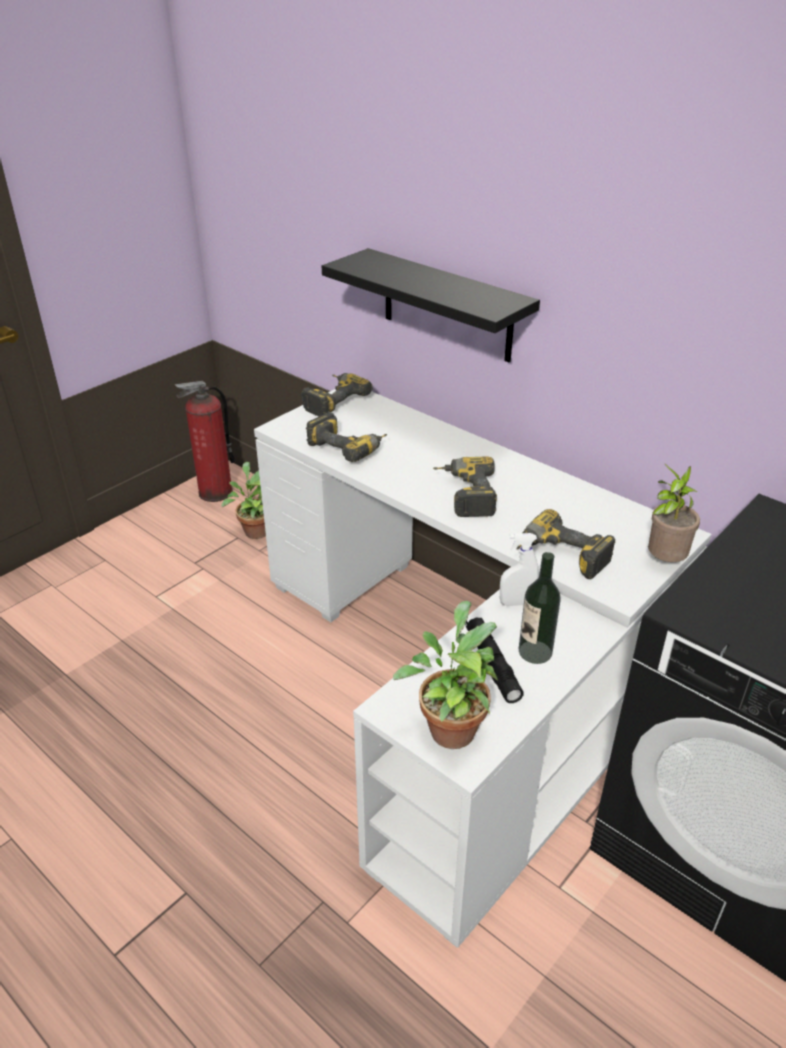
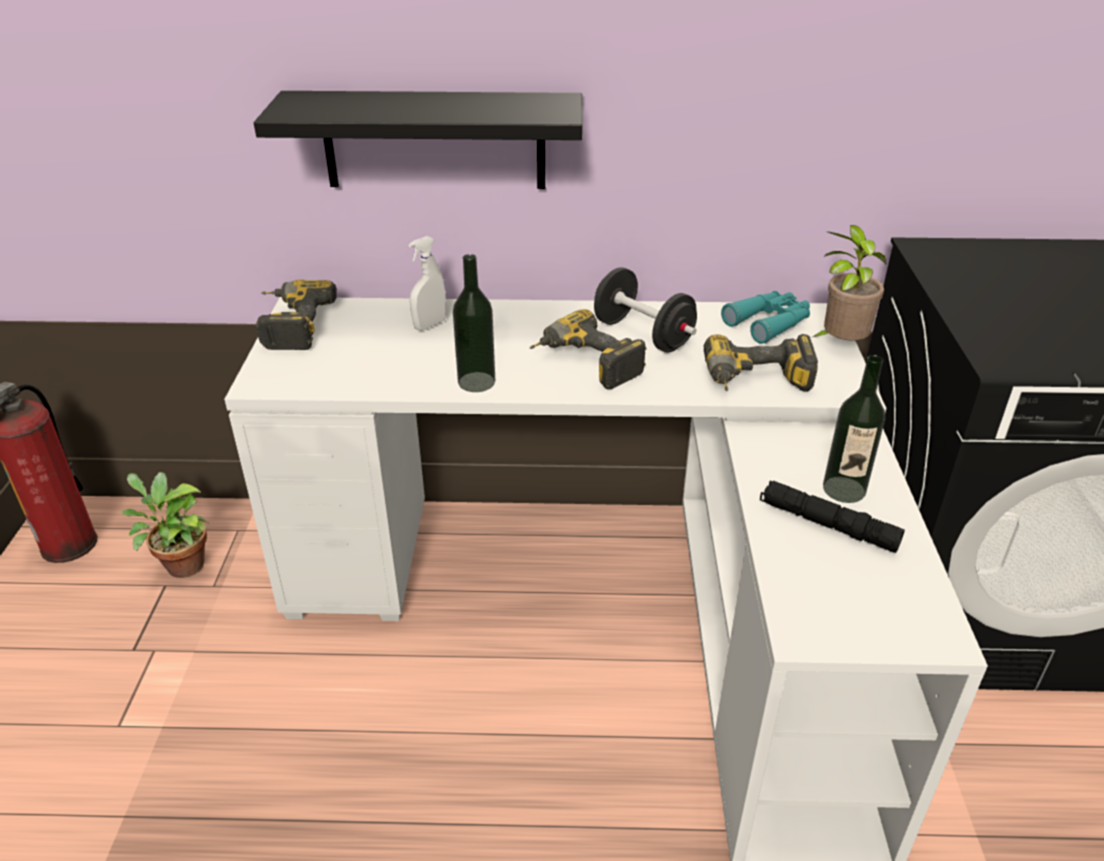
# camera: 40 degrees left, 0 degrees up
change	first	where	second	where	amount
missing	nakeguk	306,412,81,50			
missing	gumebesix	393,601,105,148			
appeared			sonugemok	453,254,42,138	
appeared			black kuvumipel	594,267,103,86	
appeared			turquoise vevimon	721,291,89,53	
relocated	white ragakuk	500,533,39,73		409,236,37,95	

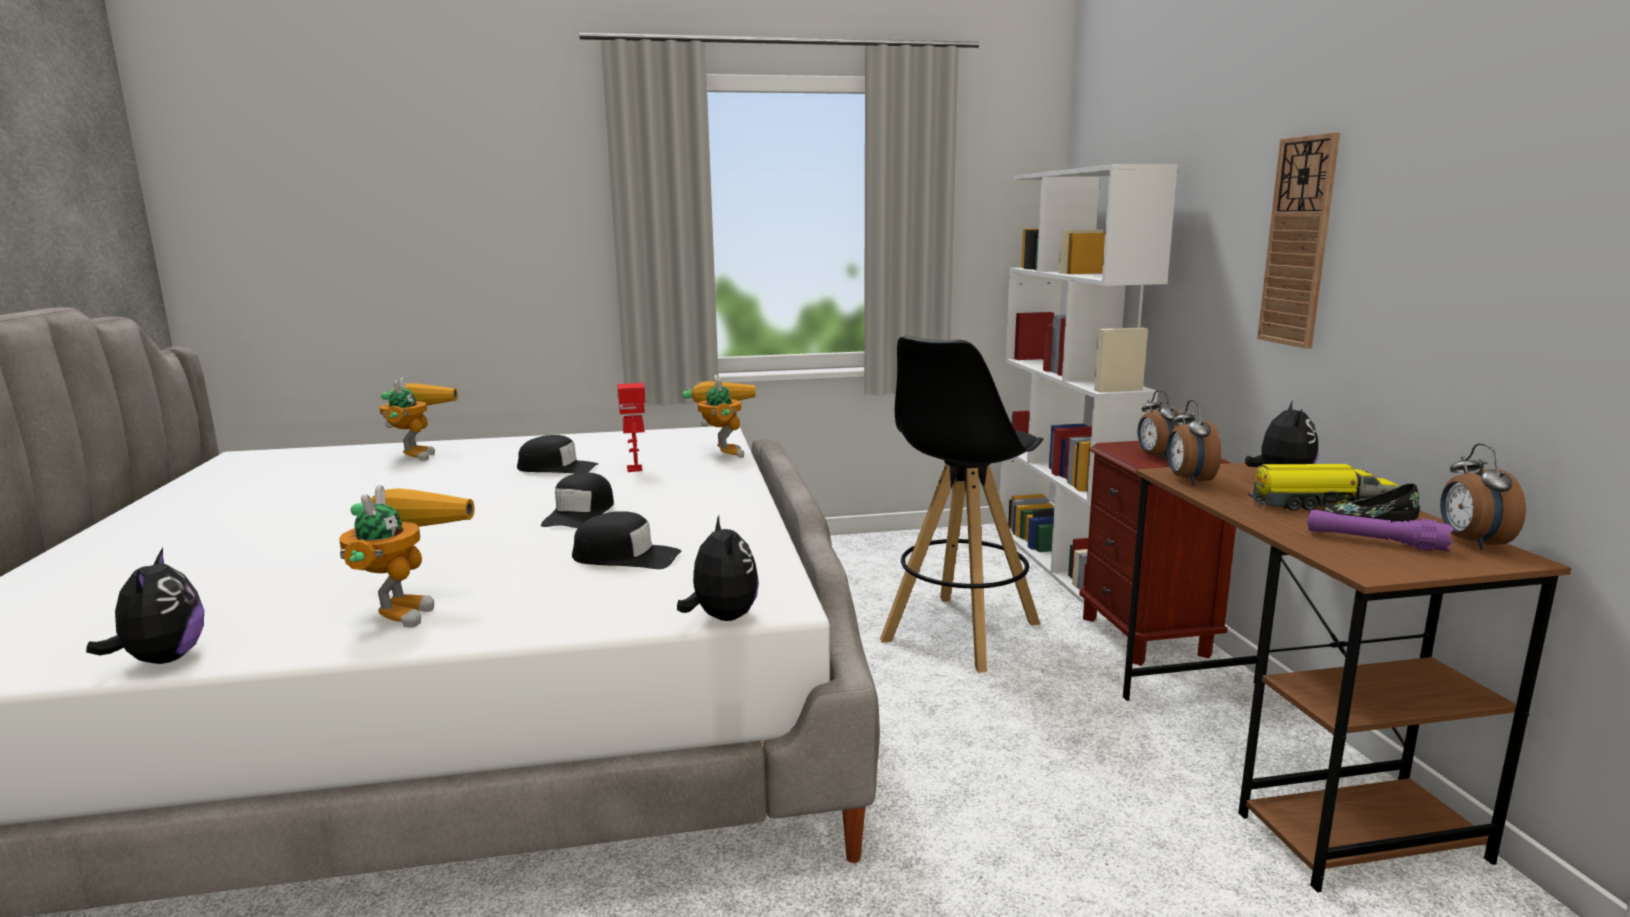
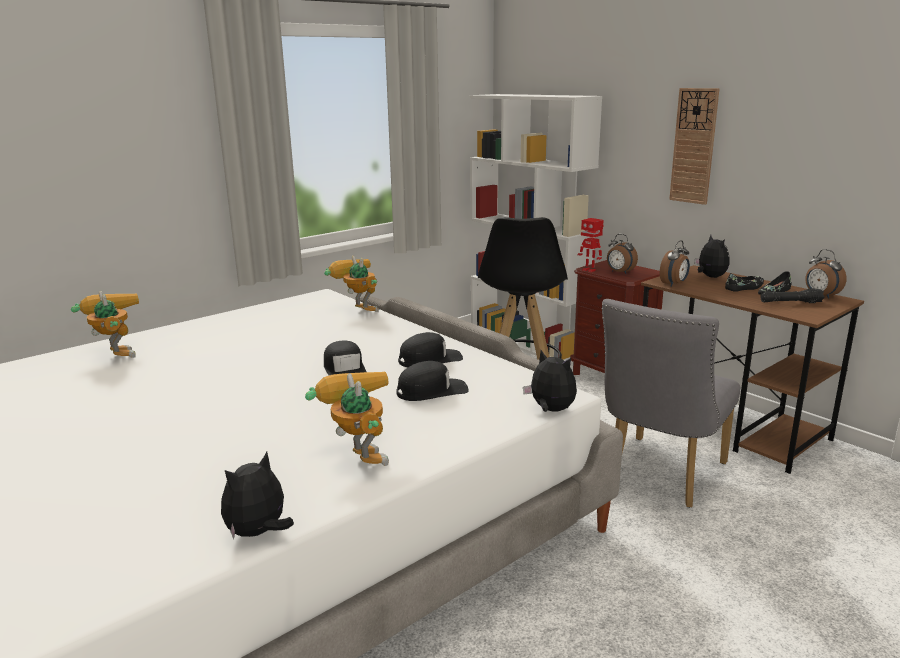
# camera: 30 degrees left, 5 degrees up
change	first	where	second	where	amount
appeared			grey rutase	602,299,139,209	
relocated	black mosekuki	517,435,81,39		398,332,65,35	
relocated	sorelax	617,383,28,89		578,218,26,54	
exchanged	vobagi	1248,464,152,47	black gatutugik	725,273,39,19	
colour	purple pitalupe	1307,510,147,41	black pitalupe	761,288,64,15	
spun	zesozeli	86,548,118,116		221,452,73,87	90 degrees counterclockwise
spun	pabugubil	1167,400,54,85		660,240,30,47	105 degrees counterclockwise

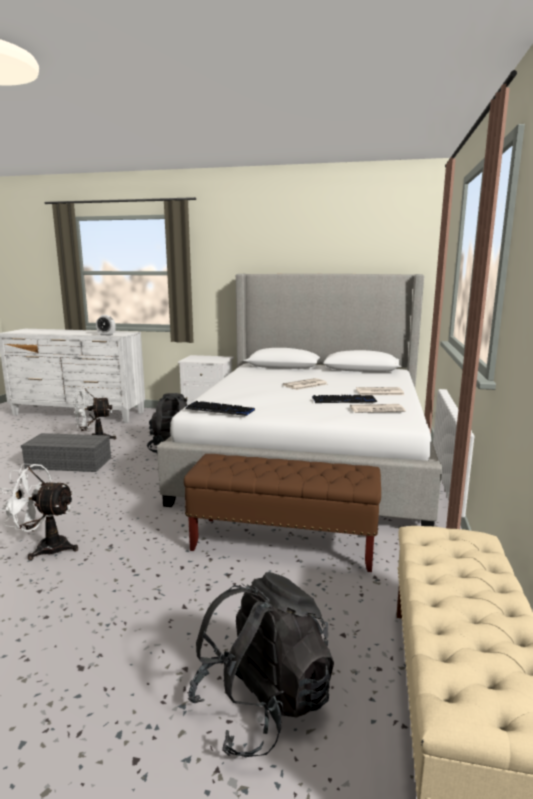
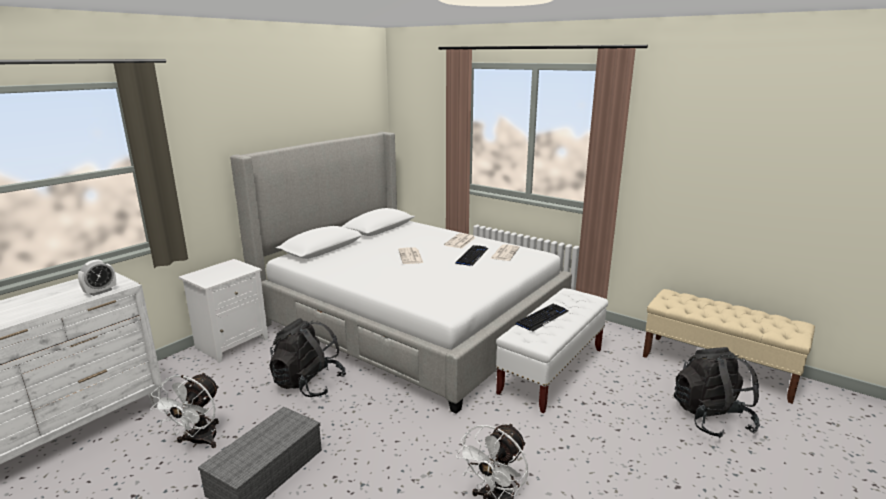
# camera: 65 degrees left, 5 degrees up
change	first	where	second	where	amount
relocated	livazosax	185,401,70,15		515,304,53,28	
colour	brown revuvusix	184,454,197,118	white revuvusix	496,288,112,125	

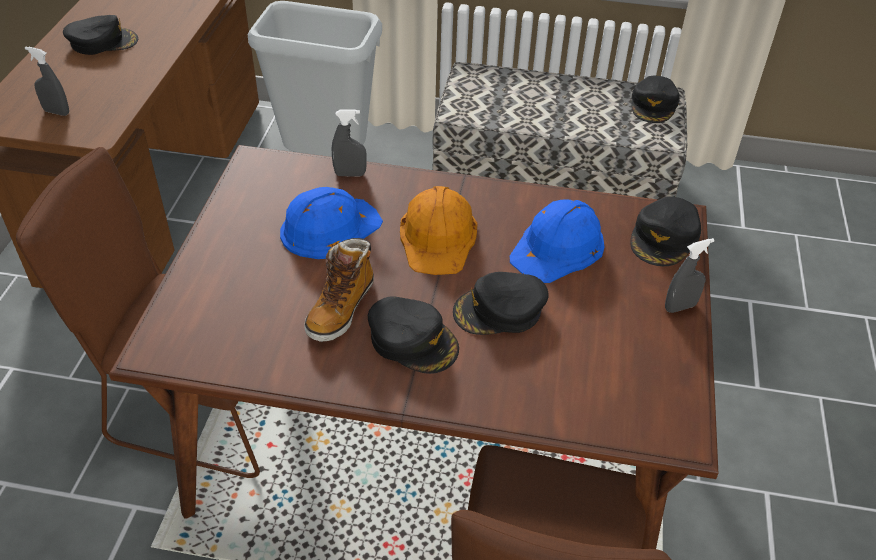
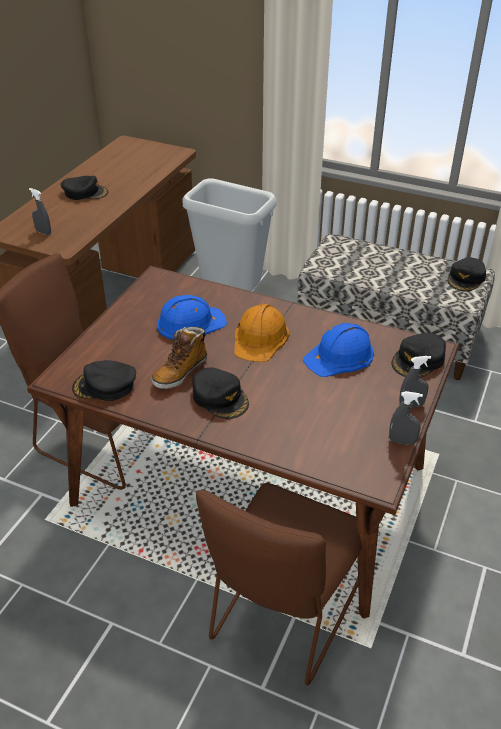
# camera: 15 degrees right, 5 degrees down
change	first	where	second	where	amount
relocated	grey ragakuk	332,109,35,68		389,391,34,54	
relocated	black mosekuki	453,272,96,63		72,360,64,41	

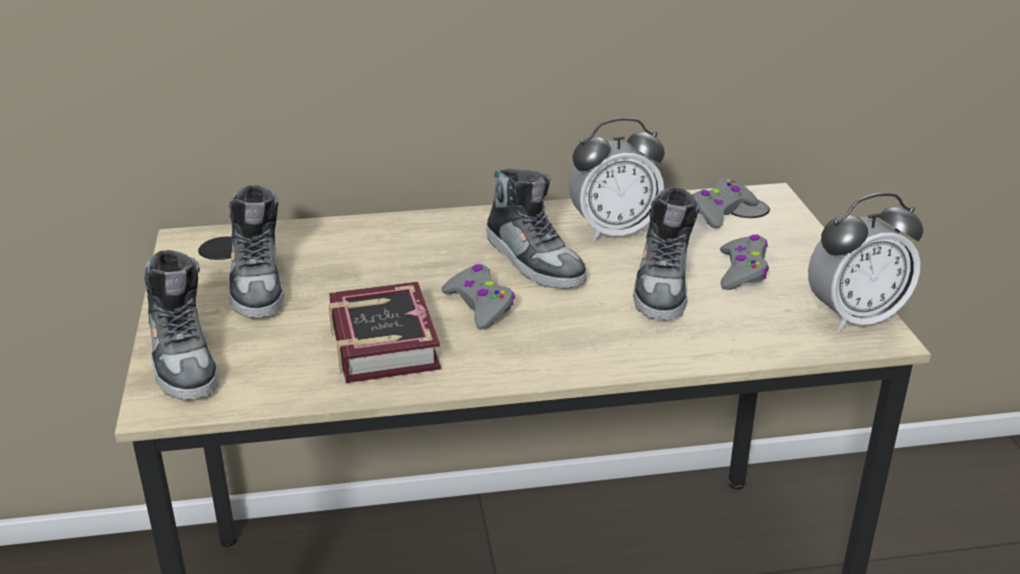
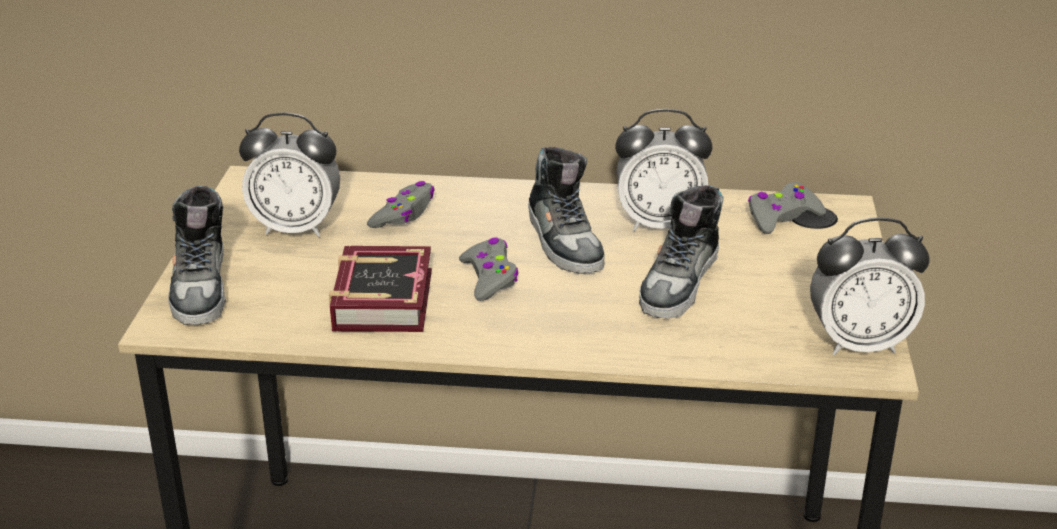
# camera: 15 degrees right, 0 degrees up
change	first	where	second	where	amount
relocated	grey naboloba	720,234,49,56		367,181,67,47	
exchanged	gatutugik	229,185,56,133	pabugubil	239,112,101,125	

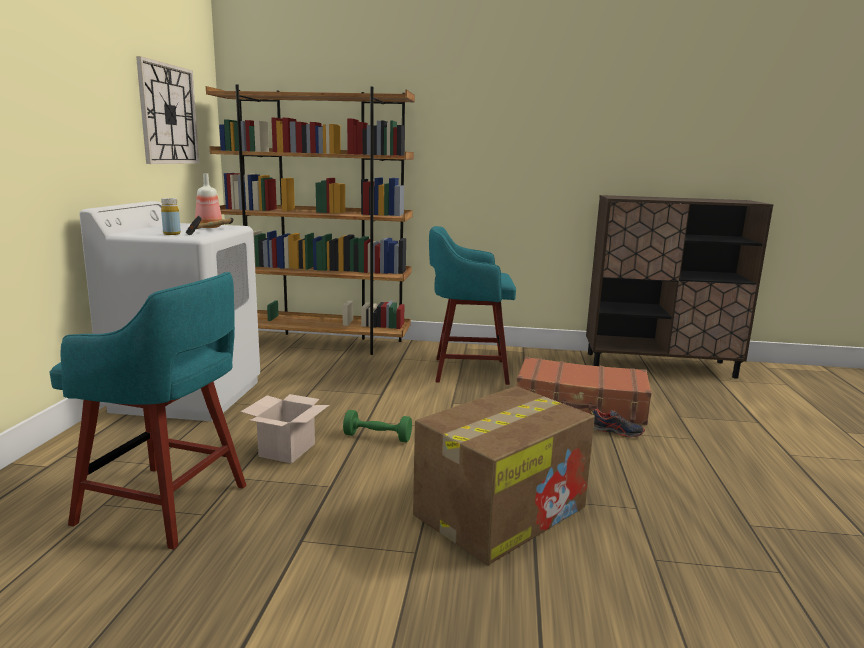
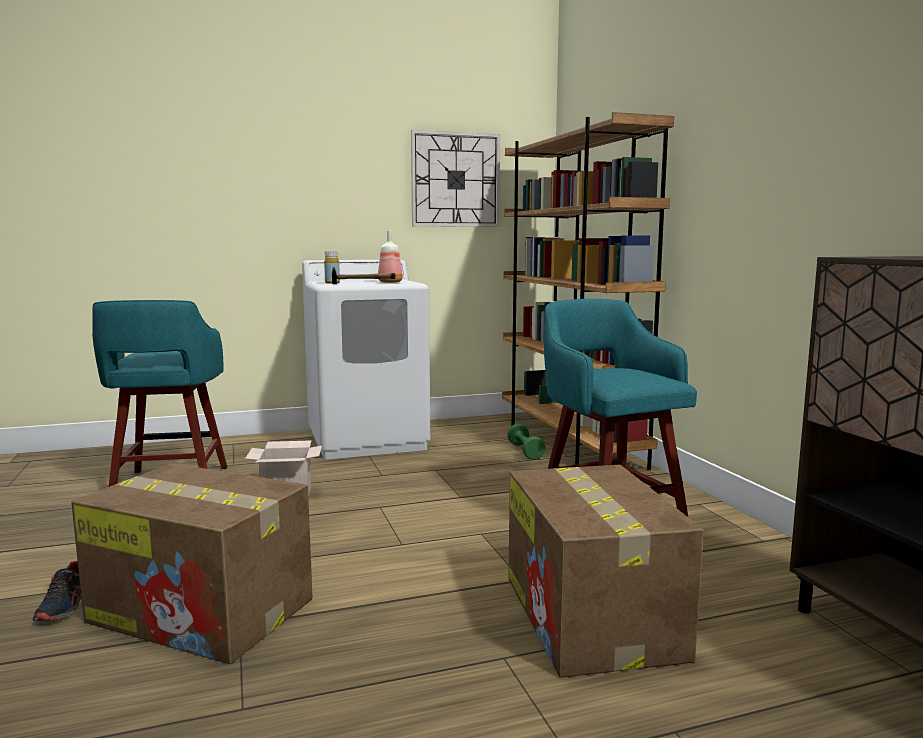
# camera: 65 degrees right, 5 degrees down
change	first	where	second	where	amount
relocated	green kuvumipel	343,410,69,32		507,424,39,36	
relocated	gatutugik	591,408,54,30		33,561,48,60	
exchanged	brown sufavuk	517,357,135,68	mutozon	508,465,196,213	

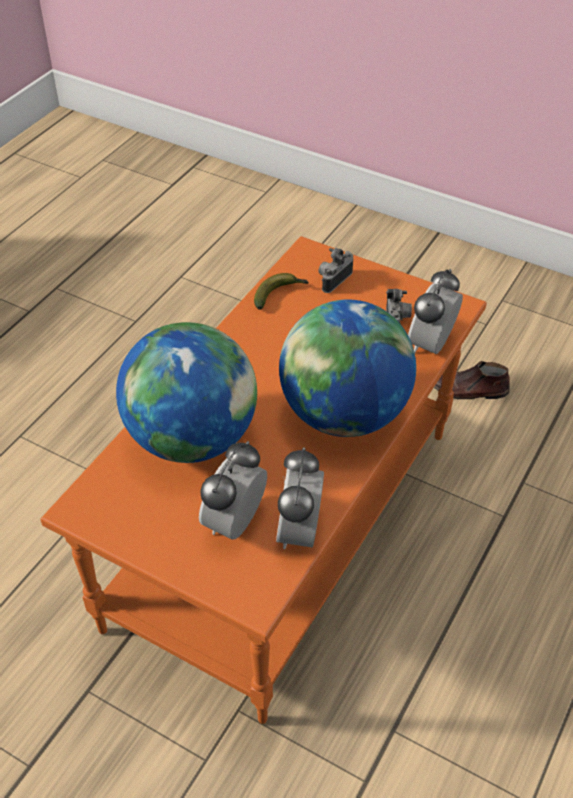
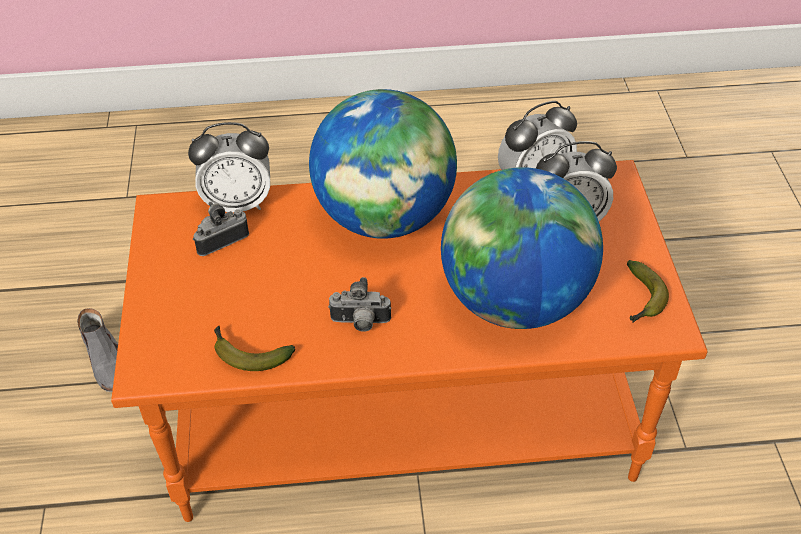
# camera: 125 degrees left, 0 degrees up
change	first	where	second	where	amount
appeared			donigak	627,260,42,63	
relocated	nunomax	319,248,34,45		328,277,63,55	
colour	brown gatutugik	434,361,76,38	grey gatutugik	77,308,41,84	

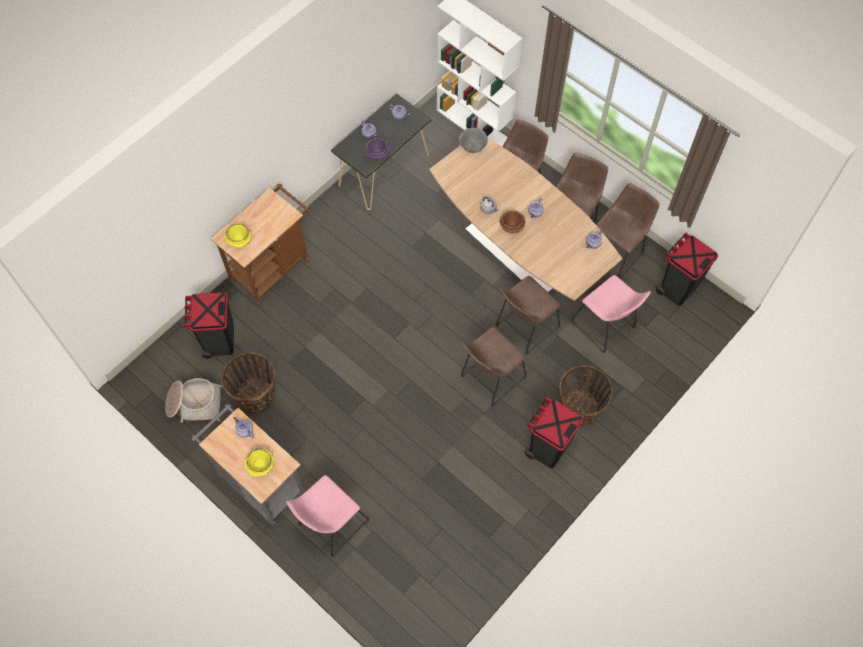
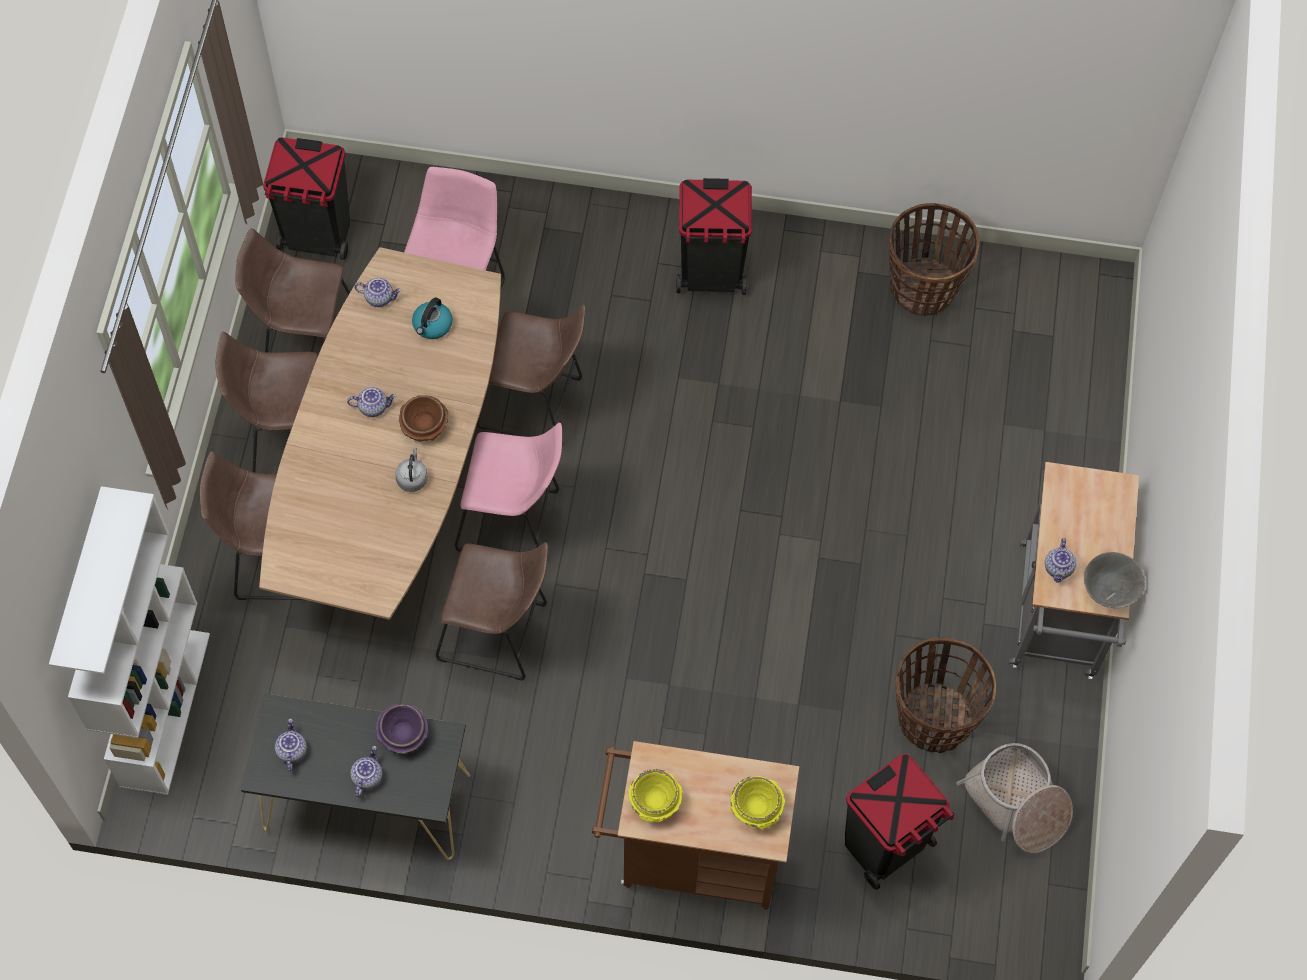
# camera: 125 degrees left, 0 degrees up
change	first	where	second	where	amount
appeared			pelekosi	412,297,41,42	
relocated	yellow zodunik	245,448,29,29		628,769,55,53	
relocated	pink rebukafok	286,475,83,82		455,423,107,129	
relocated	grey zodunik	459,128,29,25		1084,552,61,56	
relocated	brown rebukafok	461,327,66,80		436,542,112,139	
relocated	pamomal	559,365,54,62		889,203,91,113	

